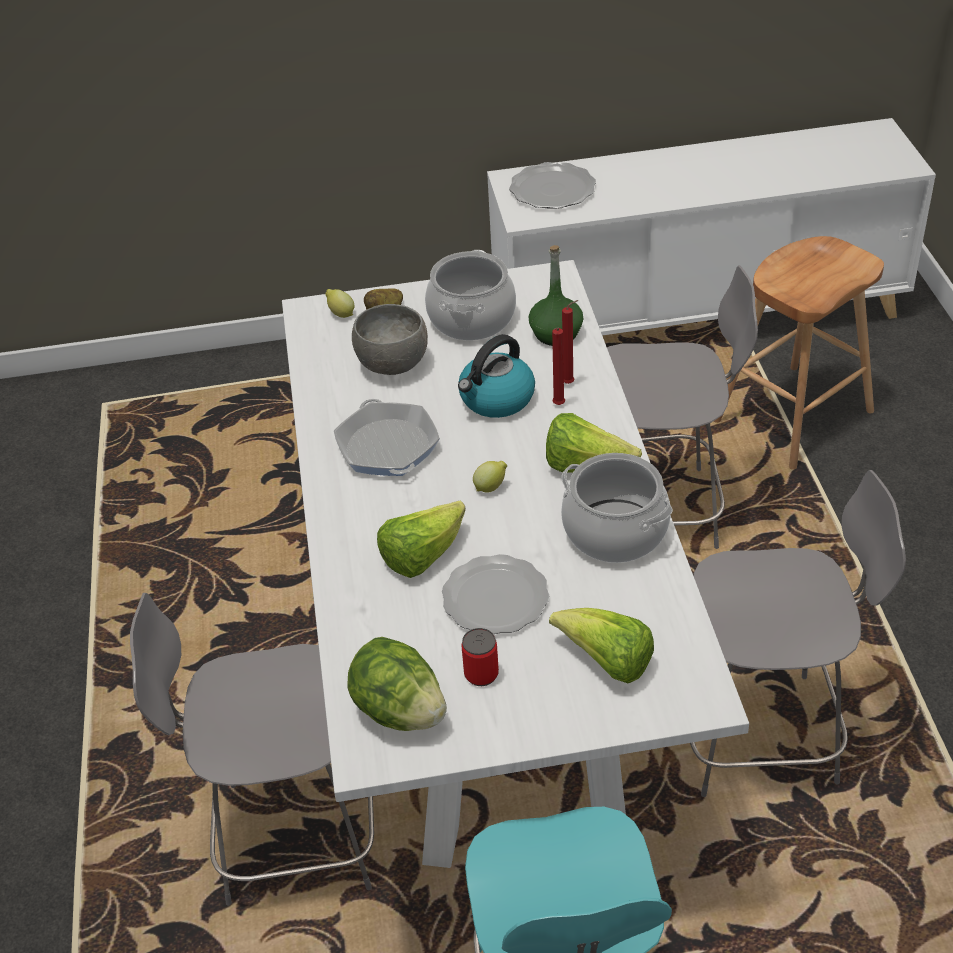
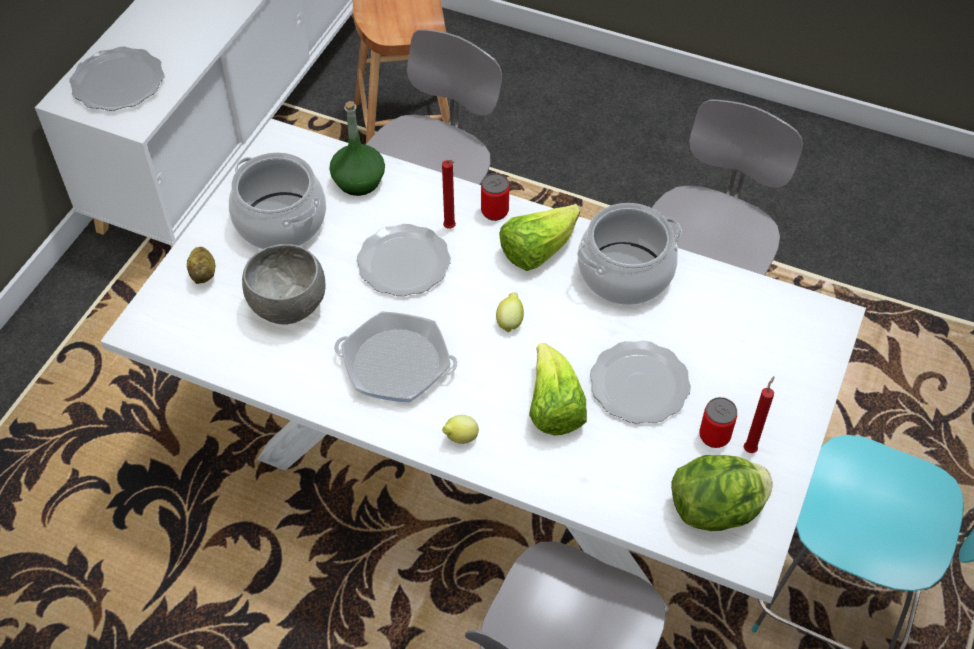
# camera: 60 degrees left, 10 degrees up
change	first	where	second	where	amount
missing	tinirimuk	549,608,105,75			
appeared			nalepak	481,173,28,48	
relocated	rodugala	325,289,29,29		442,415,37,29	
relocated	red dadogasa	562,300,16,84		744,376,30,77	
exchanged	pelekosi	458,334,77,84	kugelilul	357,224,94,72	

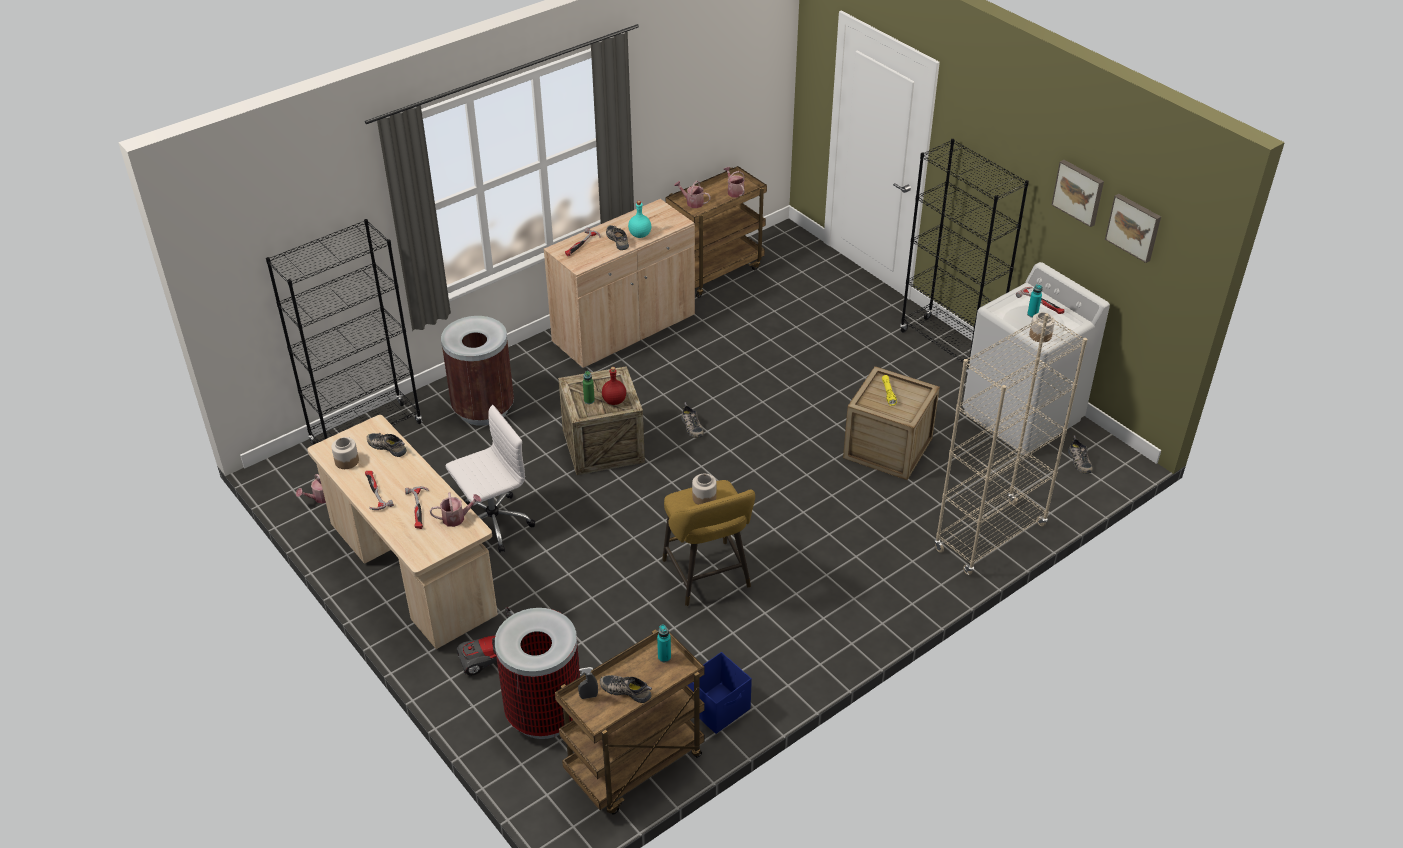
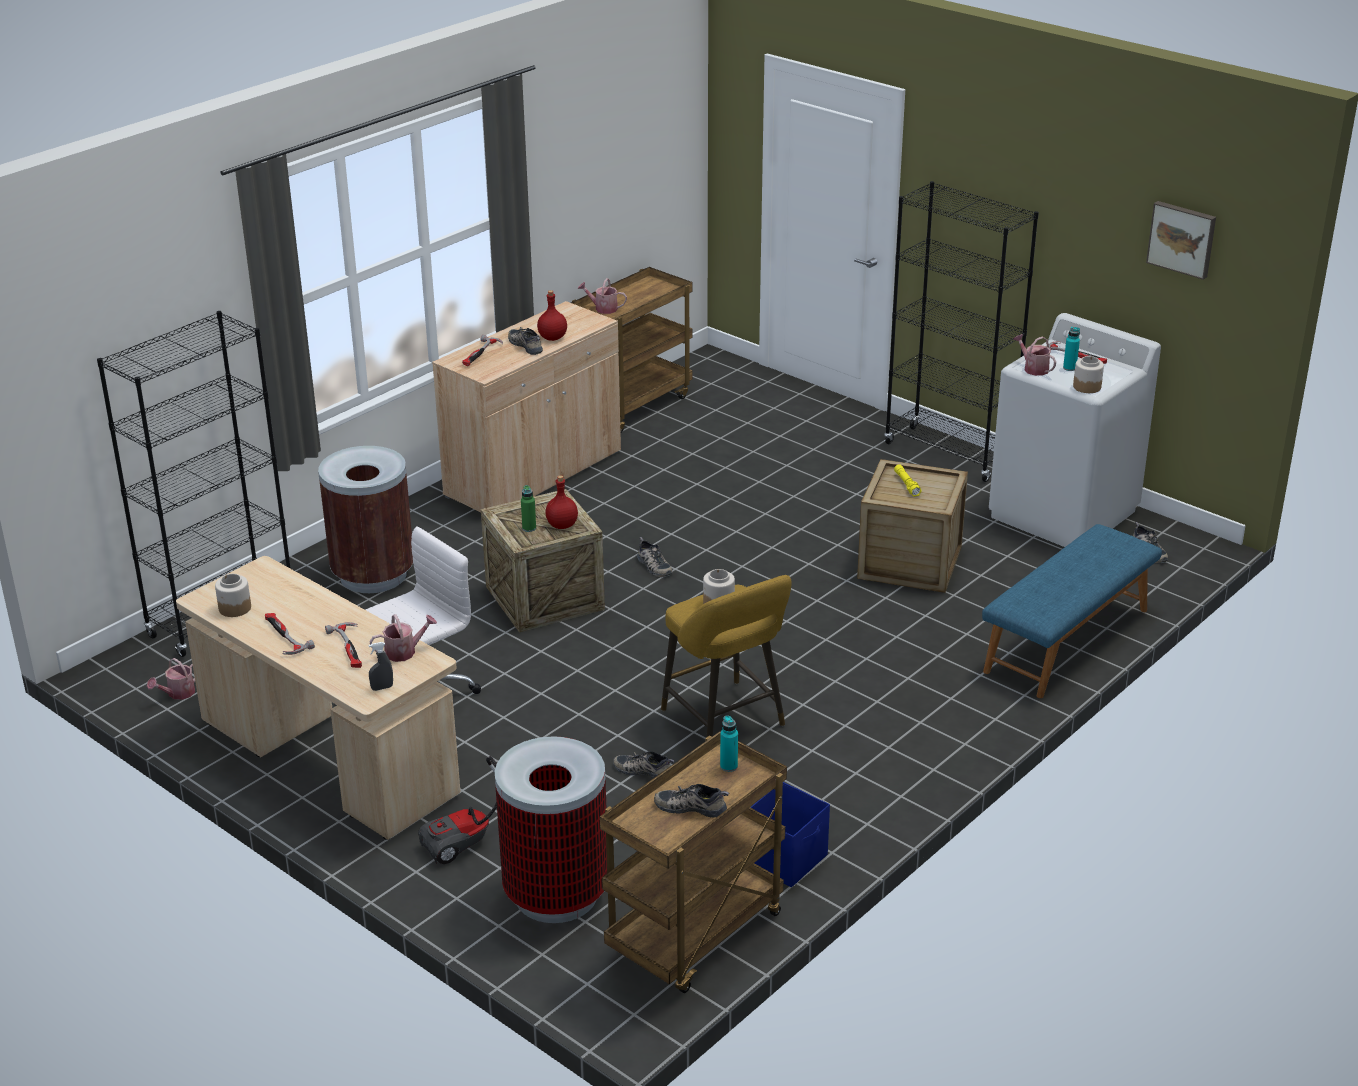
# camera: 10 degrees left, 10 degrees down
change	first	where	second	where	amount
missing	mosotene	1052,160,52,67			
relocated	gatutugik	367,433,40,24		613,751,61,27	
relocated	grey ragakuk	578,667,20,32		368,642,25,49	
relocated	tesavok	724,167,21,31		1013,334,43,42	
exchanged	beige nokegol	934,314,153,261	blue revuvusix	982,524,180,174	
colour	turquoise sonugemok	628,201,23,37	red sonugemok	537,290,30,51	

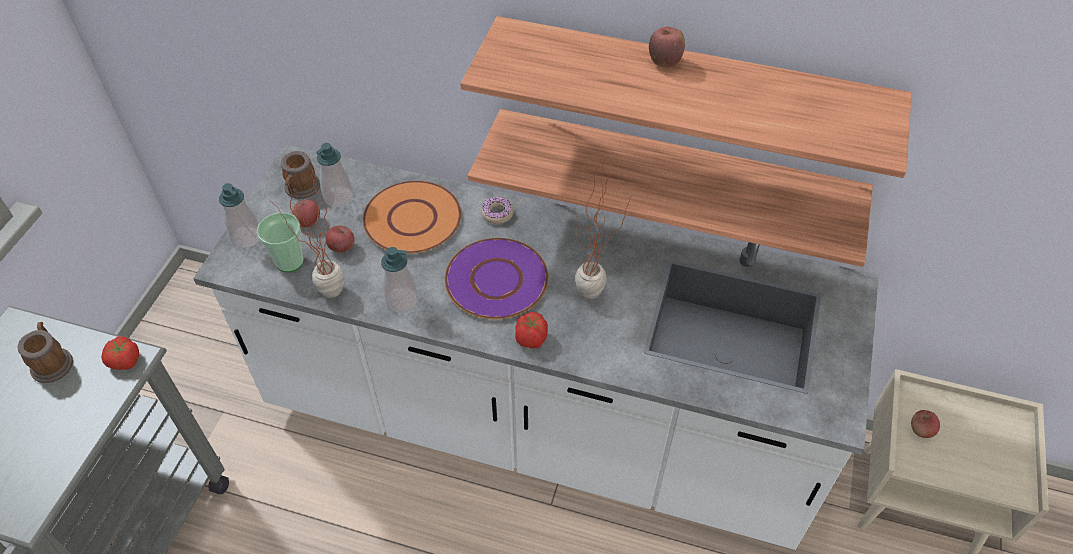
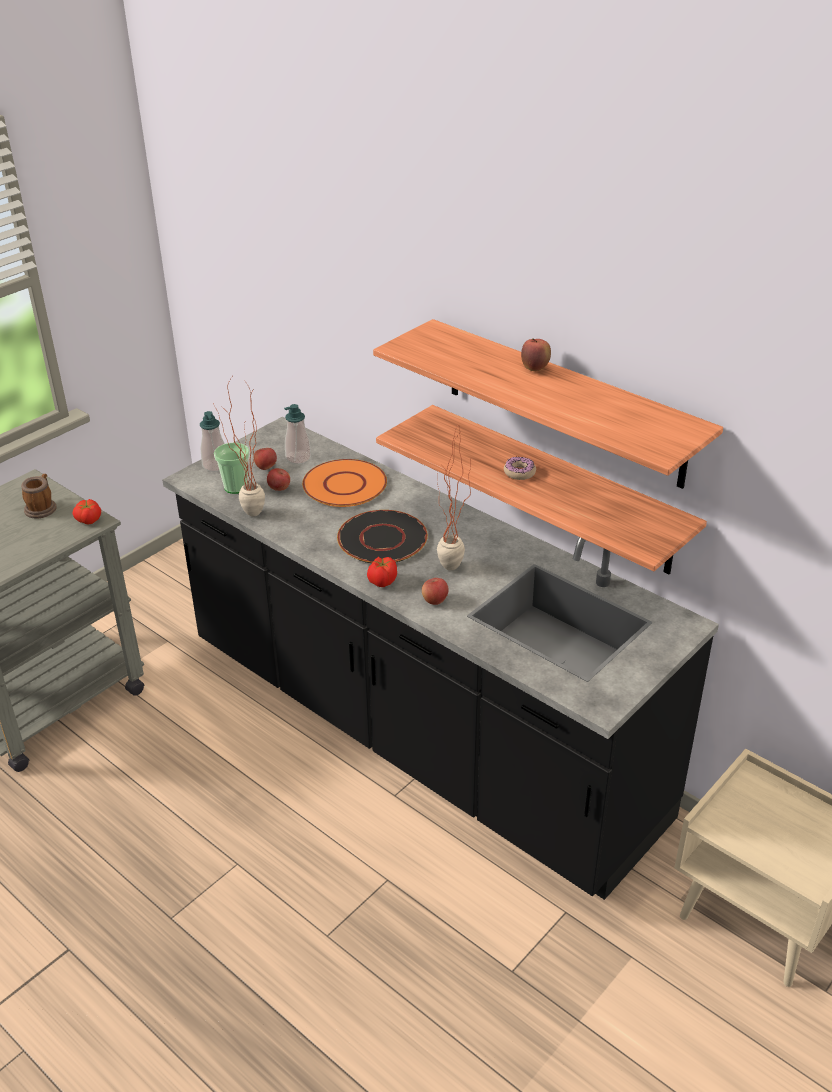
# camera: 25 degrees right, 15 degrees down
change	first	where	second	where	amount
missing	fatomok	281,151,39,48			
missing	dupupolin	381,247,37,66			
relocated	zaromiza	481,197,33,27		504,457,32,23	
relocated	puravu	911,410,29,28		422,578,27,27	
colour	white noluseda	193,144,686,406	black noluseda	162,417,557,483	
colour	purple kugelilul	445,238,104,81	black kugelilul	337,510,91,53	

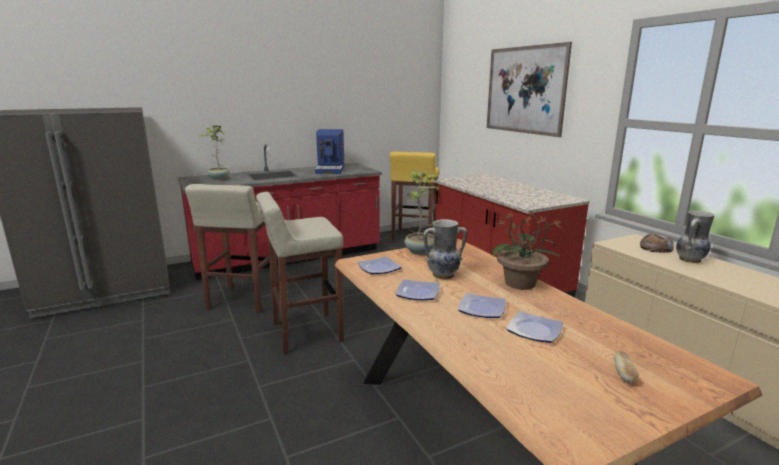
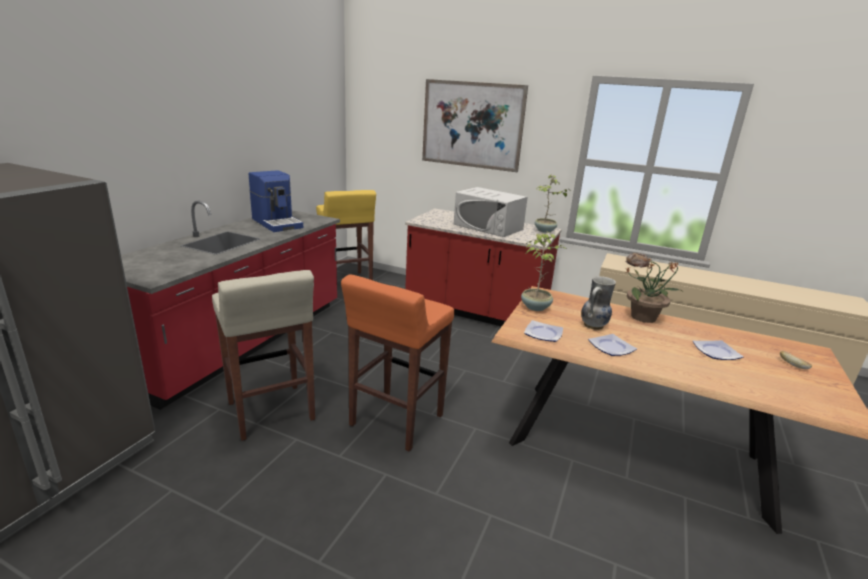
# camera: 40 degrees left, 5 degrees up
change	first	where	second	where	amount
missing	kugelilul	458,293,48,25			
missing	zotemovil	676,210,39,53			
appeared			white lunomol	454,187,74,50	
relocated	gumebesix	200,125,30,55		535,175,35,58	
colour	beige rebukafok	256,192,88,162	orange rebukafok	341,274,113,177	

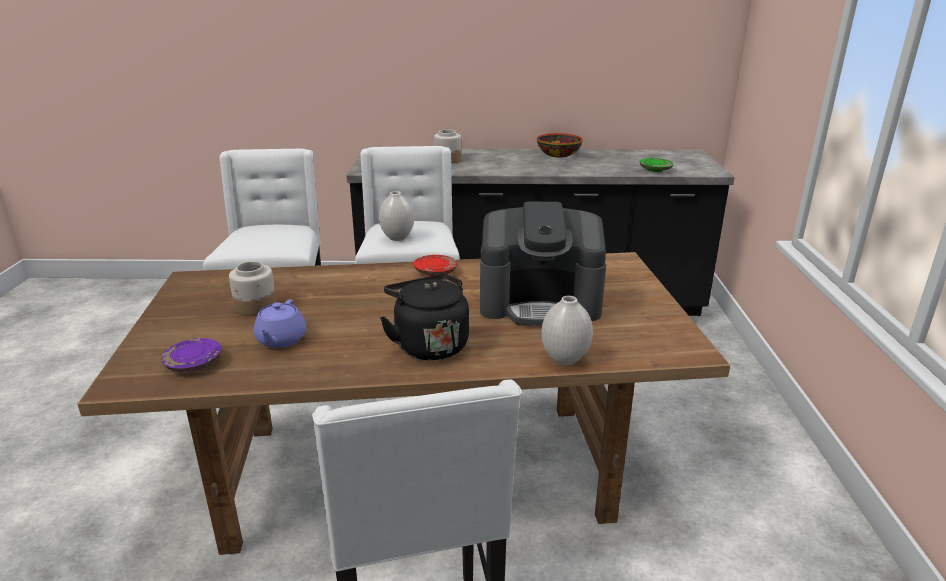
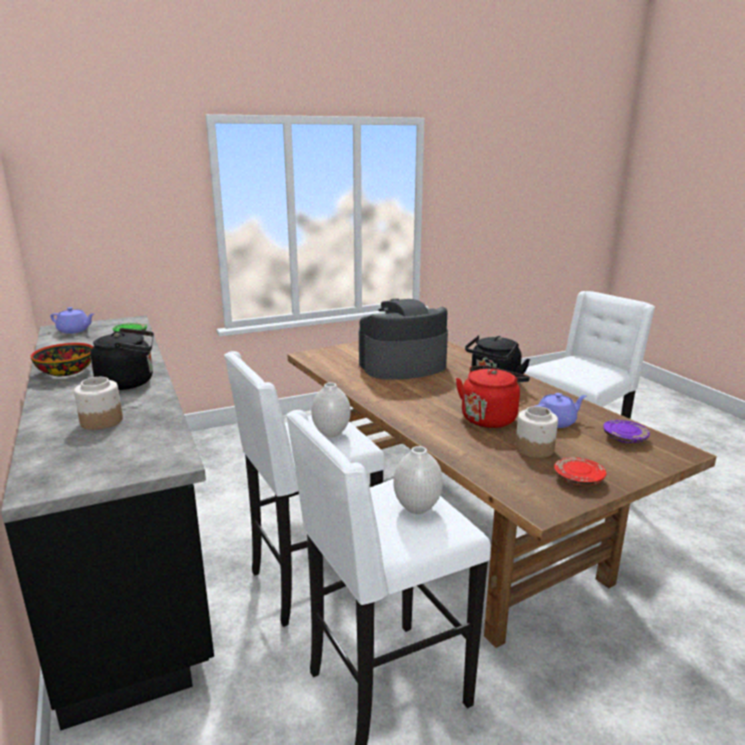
# camera: 115 degrees left, 5 degrees down
change	first	where	second	where	amount
appeared			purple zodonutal	50,307,44,27	
appeared			black pelekosi	90,328,64,62	
appeared			red pelekosi	456,365,74,63	
relocated	red kugelilul	414,255,43,21		554,457,52,28	
relocated	white zotemovil	541,296,52,69		393,446,50,68	
spun	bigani	480,201,126,125		359,299,89,81	90 degrees counterclockwise

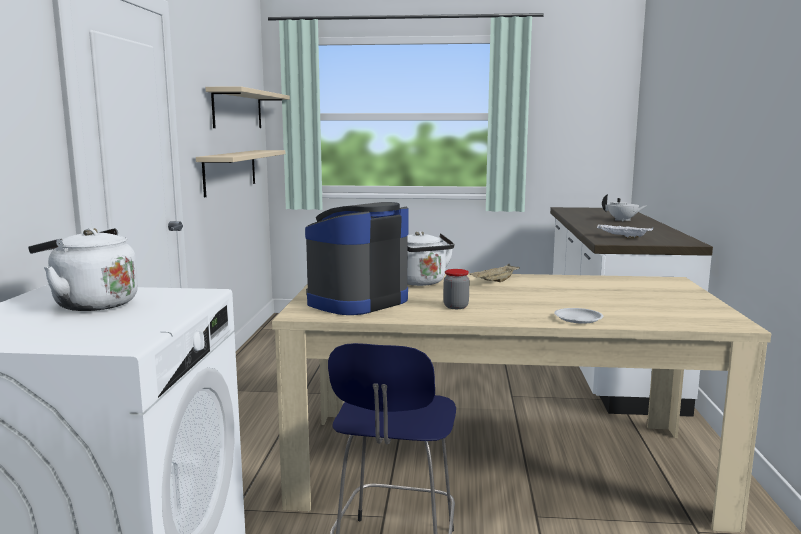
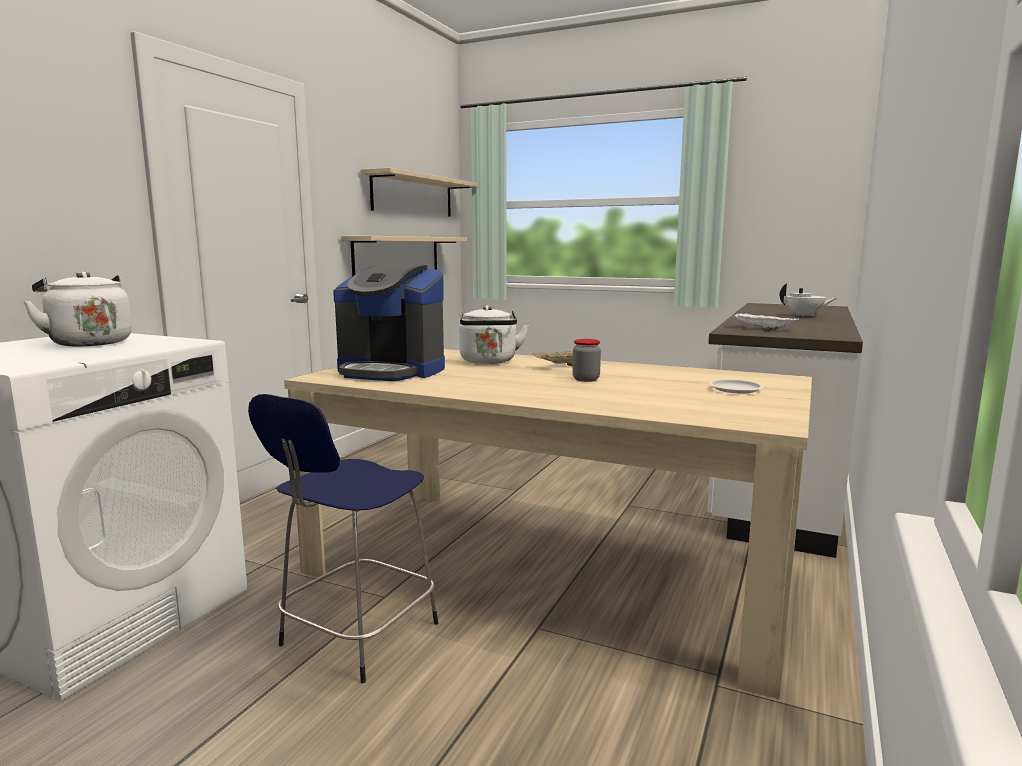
# camera: 20 degrees right, 0 degrees up
change	first	where	second	where	amount
relocated	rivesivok	443,269,26,40		573,339,28,43	
relocated	white kugelilul	554,308,50,16		709,379,55,15	
spun	bigani	305,202,104,113		333,264,112,117	135 degrees counterclockwise

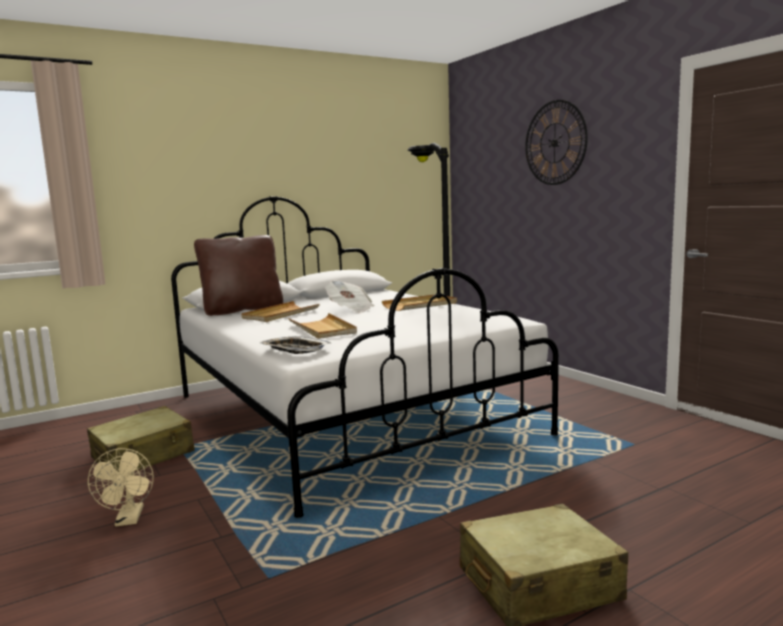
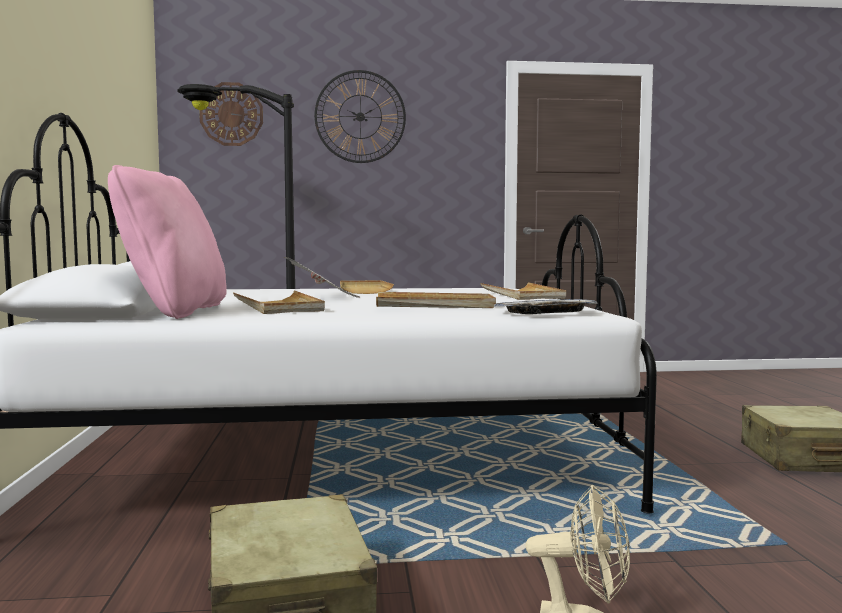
# camera: 65 degrees left, 5 degrees down
change	first	where	second	where	amount
appeared			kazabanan	199,82,64,64	
appeared			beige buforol	480,282,86,18	
colour	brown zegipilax	194,235,89,81	pink zegipilax	108,165,119,154	

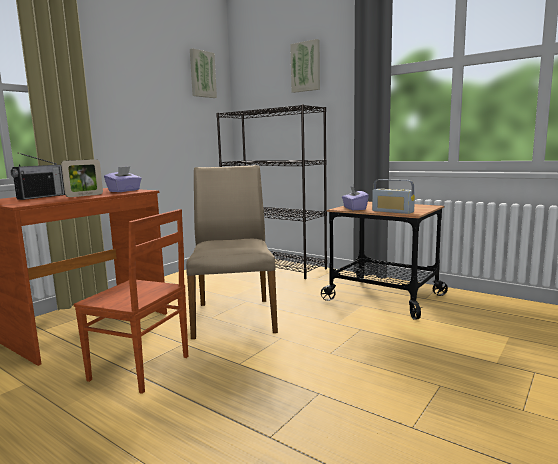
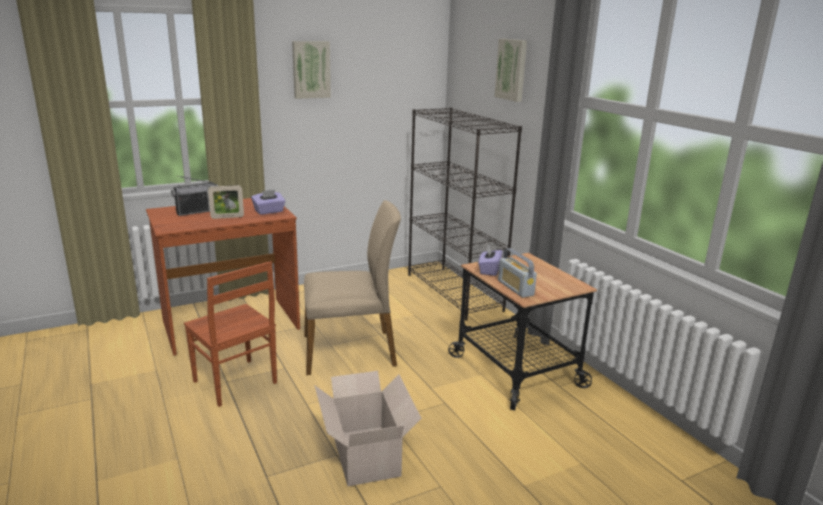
# camera: 25 degrees right, 10 degrees up
change	first	where	second	where	amount
appeared			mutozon	315,371,107,115	
relocated	mosotene	190,48,27,50		292,41,39,58	
spun	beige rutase	186,165,92,174		304,200,97,175	60 degrees clockwise

